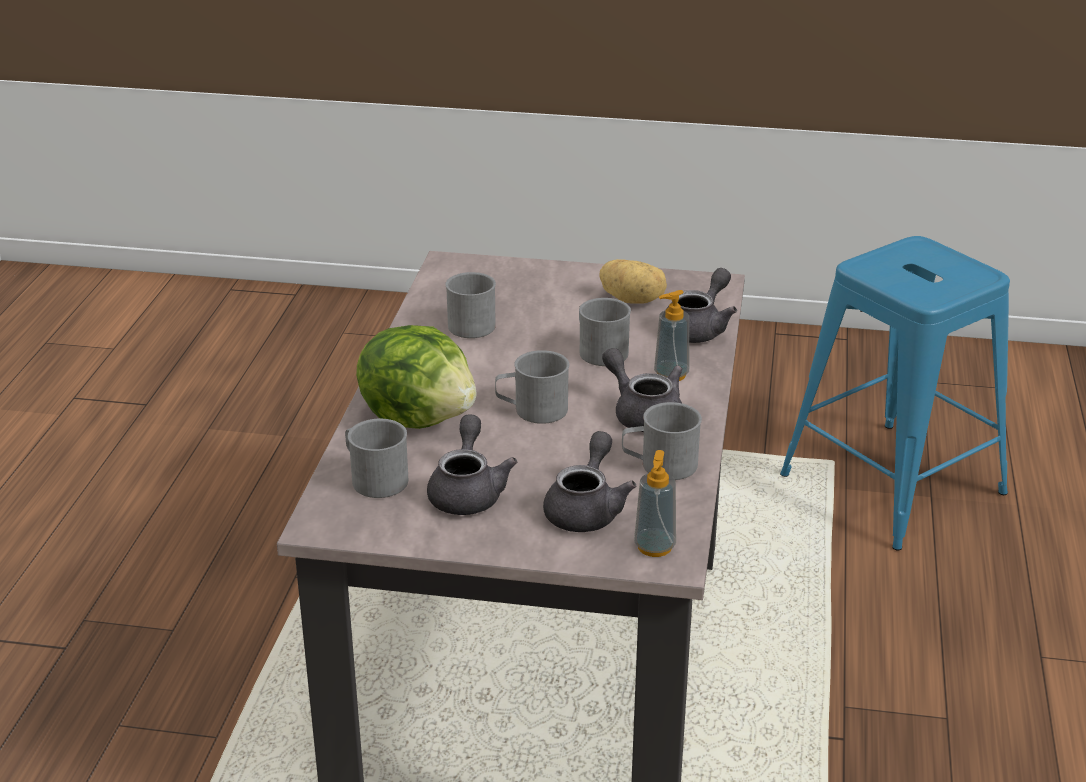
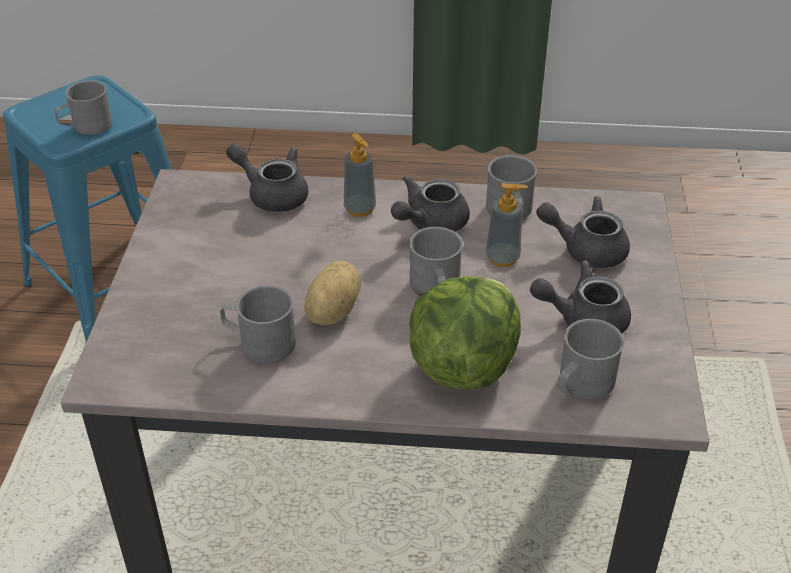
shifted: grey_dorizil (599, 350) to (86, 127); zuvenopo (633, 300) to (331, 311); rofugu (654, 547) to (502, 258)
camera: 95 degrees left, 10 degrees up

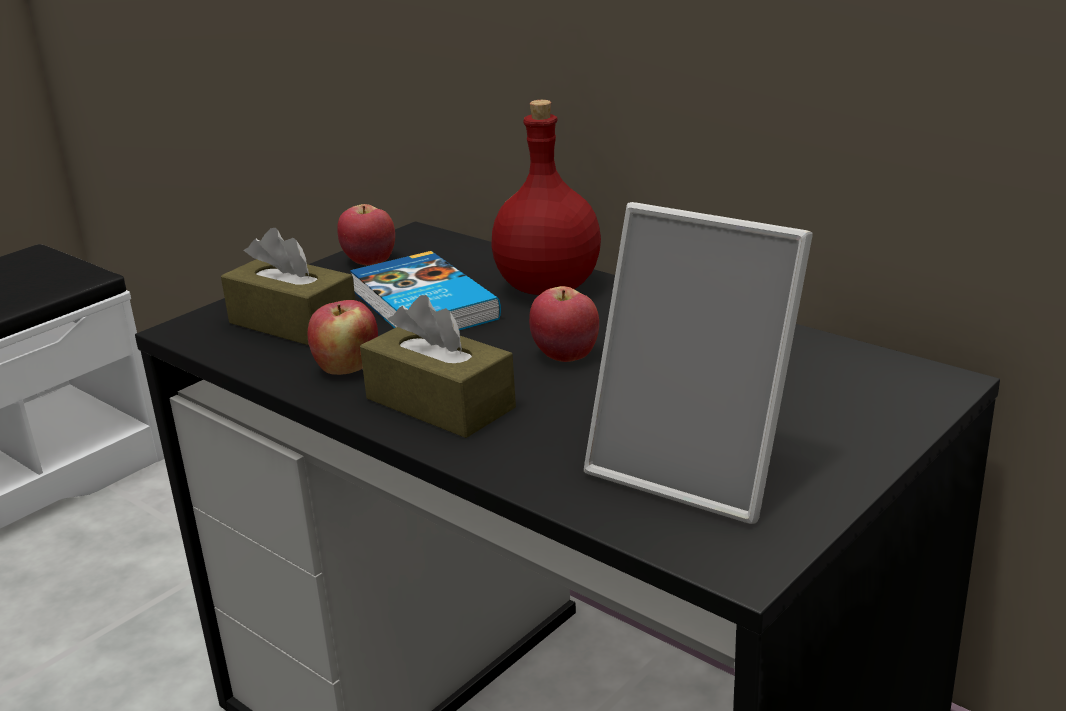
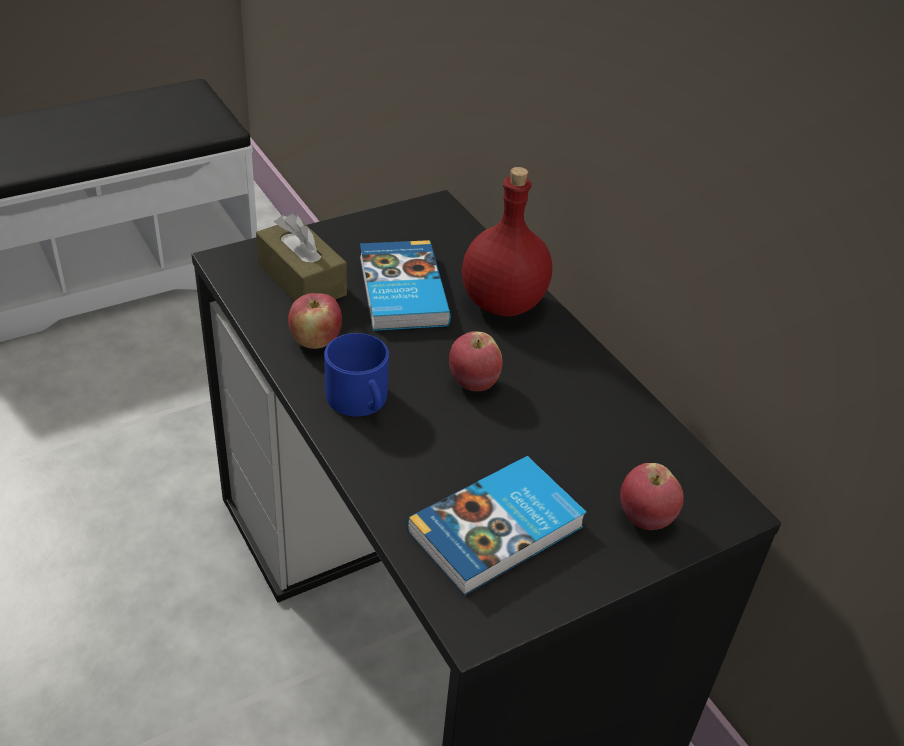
shifted: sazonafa (369, 261) to (645, 518)
swapped: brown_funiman (440, 403) to blue_dorizil (360, 400); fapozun (698, 469) to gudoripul (498, 530)
camera: 15 degrees right, 15 degrees up

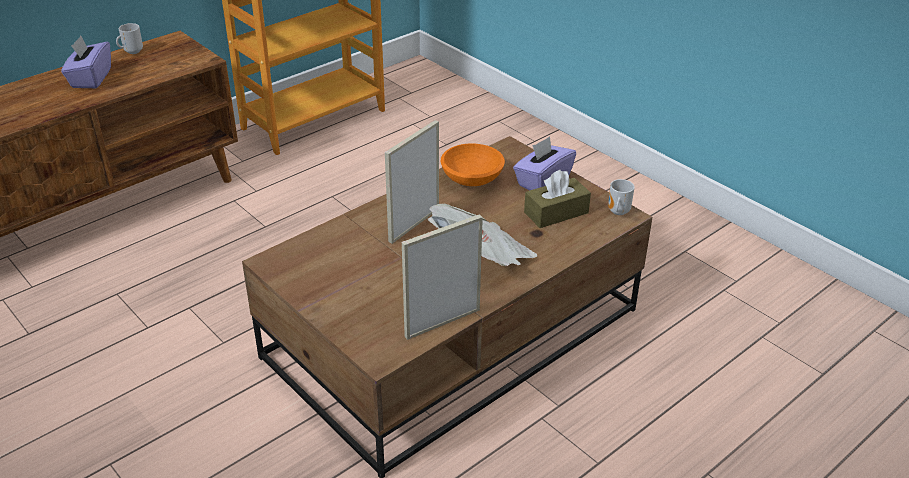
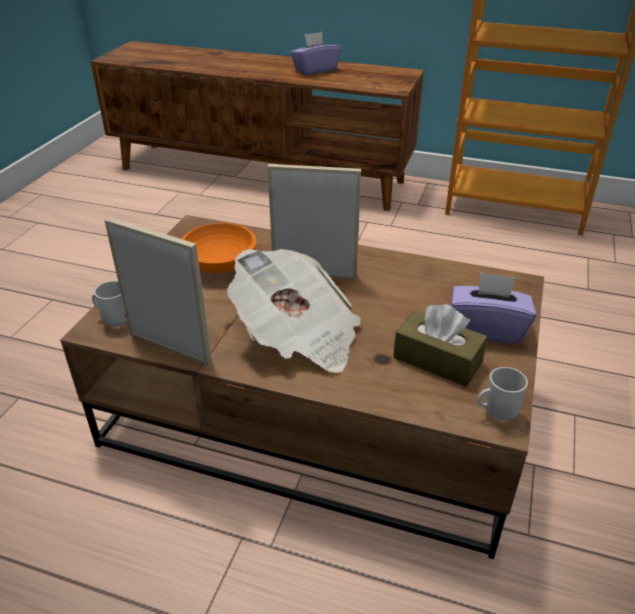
shifted: dorizil (132, 52) to (116, 320); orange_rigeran (472, 178) to (221, 264)
camera: 60 degrees right, 0 degrees up

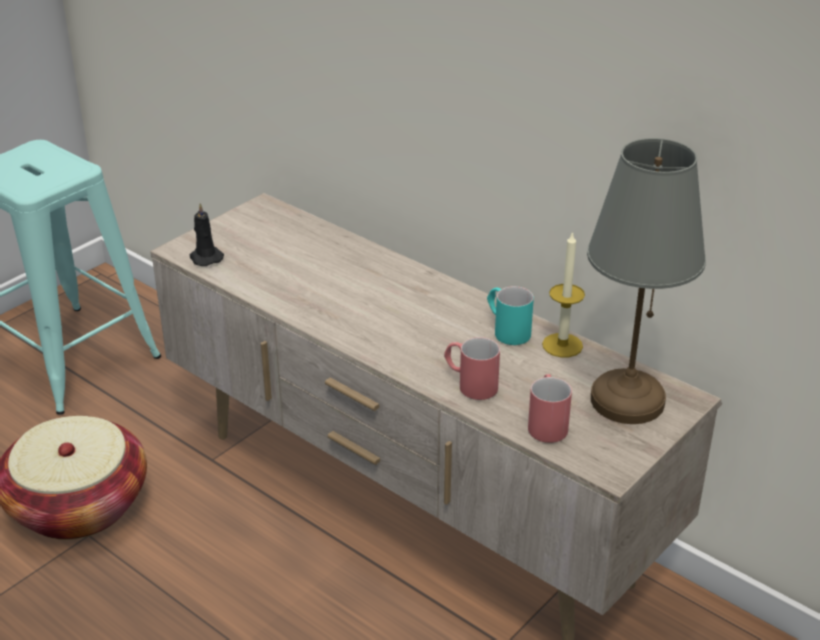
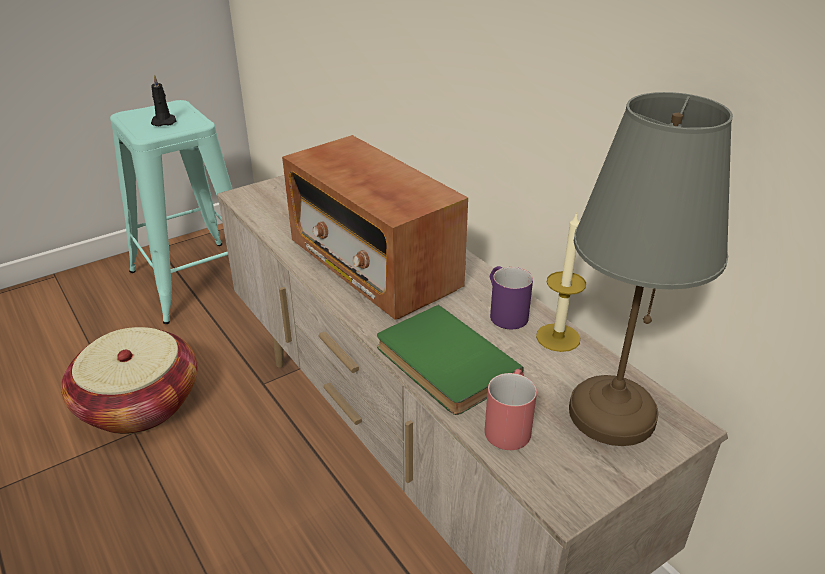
new: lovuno (373, 265)
shifted: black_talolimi (205, 257) to (164, 122)
swapped: red_dorizil (470, 384) to green_gudoripul (442, 364)
repainted: turquoise_dorizil (506, 330) to purple_dorizil (504, 312)
camera: 15 degrees right, 0 degrees up

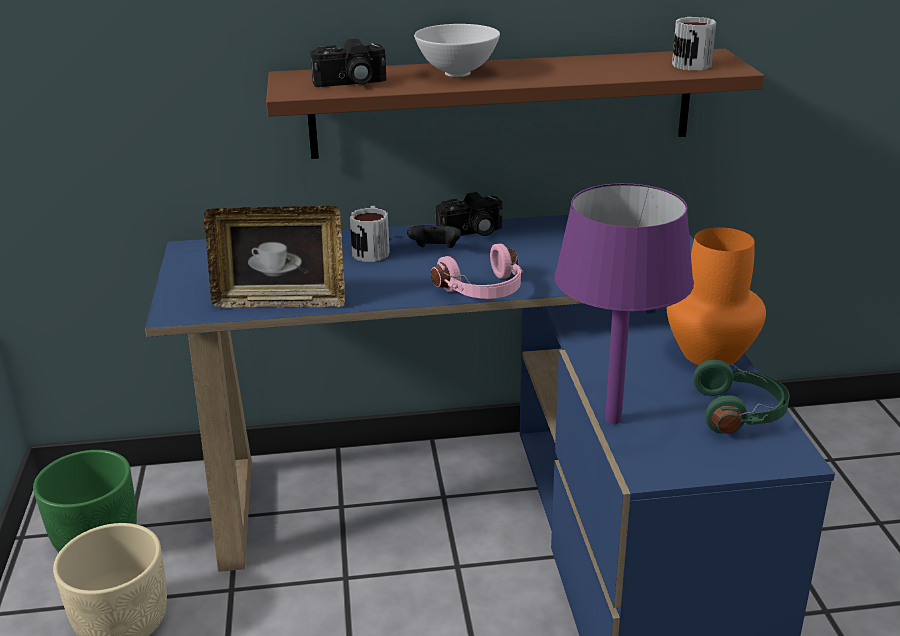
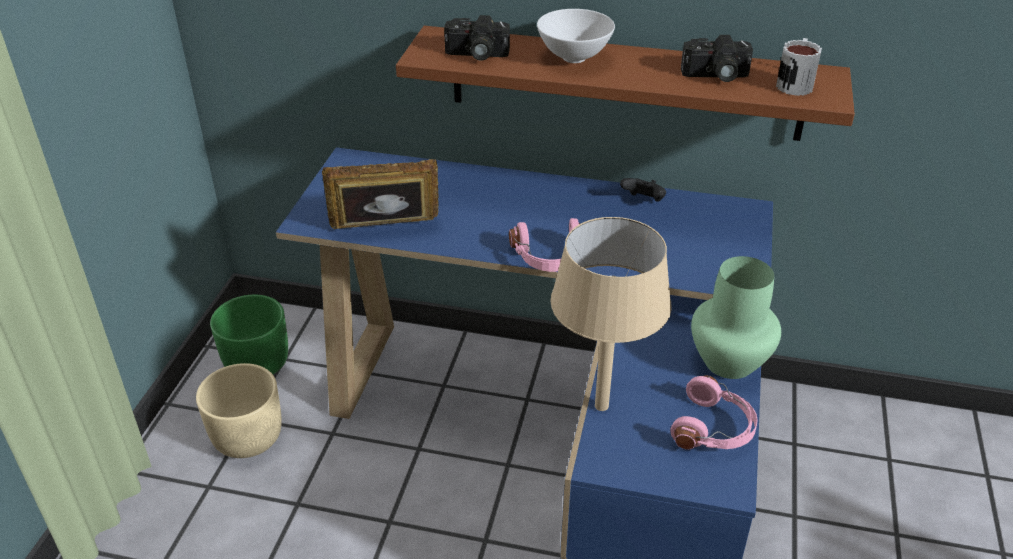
gone: dorizil (372, 250)
shifted: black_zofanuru (435, 251) to (643, 201); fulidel (471, 233) to (715, 76)
repainted: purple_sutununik (612, 419) to beige_sutununik (601, 406); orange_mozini (711, 353) to green_mozini (730, 361); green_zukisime (740, 412) to pink_zukisime (714, 429)
rotated: fapozun (280, 301) = (385, 230) 150 degrees clockwise
camera: 20 degrees right, 10 degrees up

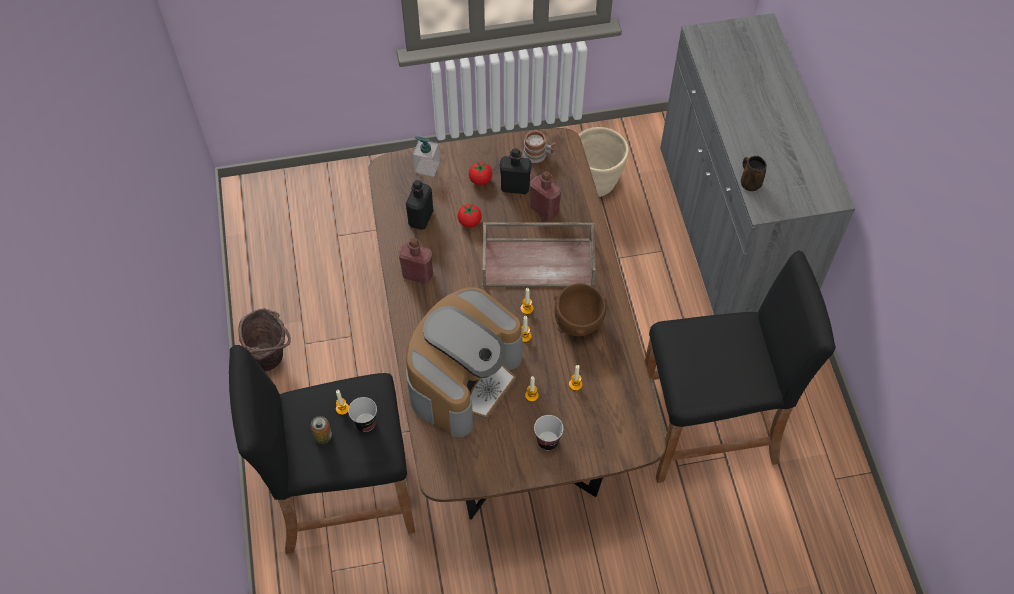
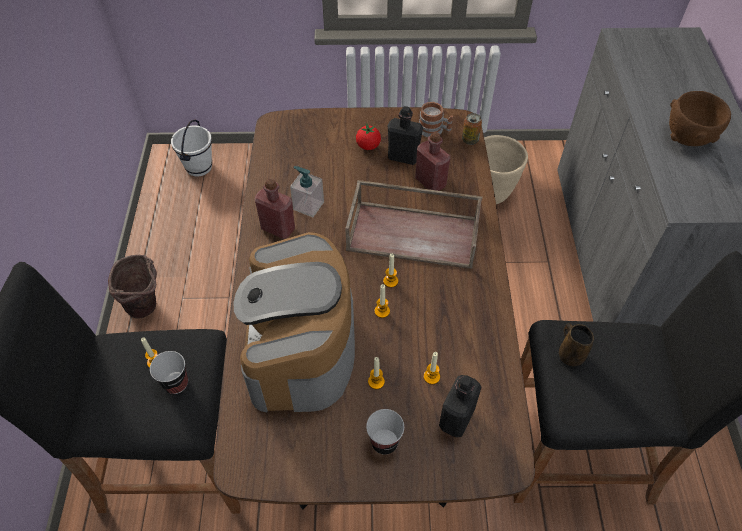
gone: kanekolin (469, 222)
new: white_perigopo (199, 167)
shifted: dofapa (323, 436) to (470, 140); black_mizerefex (421, 218) to (456, 418); rofugu (427, 167) to (308, 206); brown_rigeran (578, 322) to (688, 137); brown_dorizil (750, 182) to (570, 354)
rotated: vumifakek (464, 377) = (300, 347) 135 degrees clockwise
camera: 10 degrees right, 5 degrees down

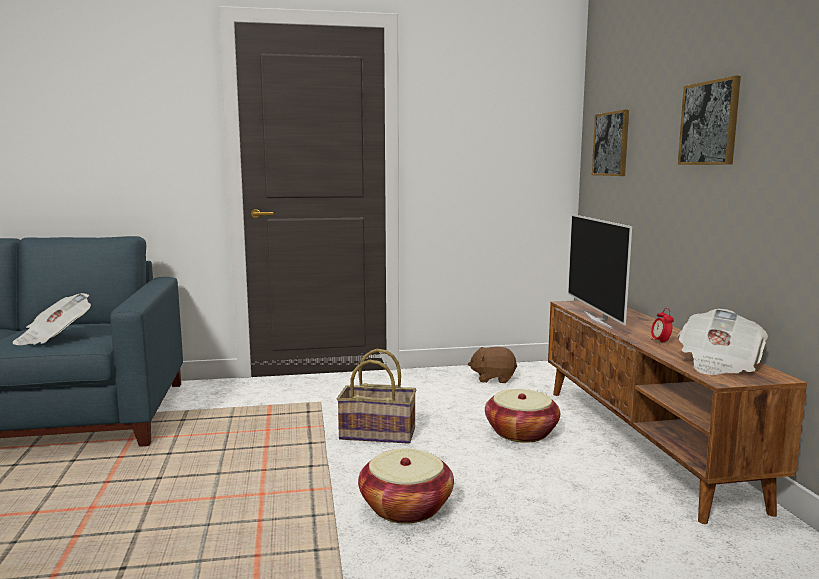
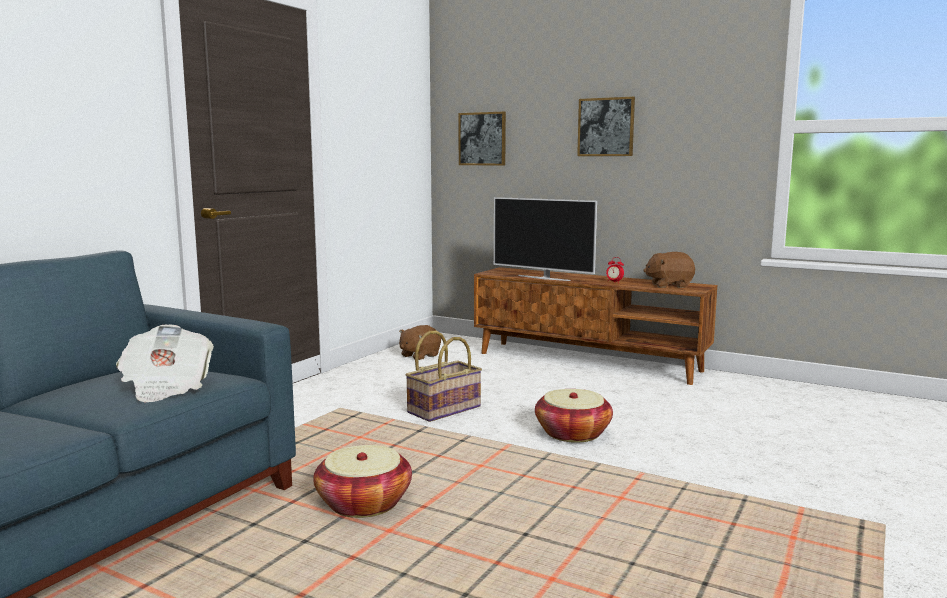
shifted: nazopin (521, 433) to (364, 503)
swapped: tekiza (718, 364) to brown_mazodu (669, 285)
camera: 50 degrees left, 0 degrees up

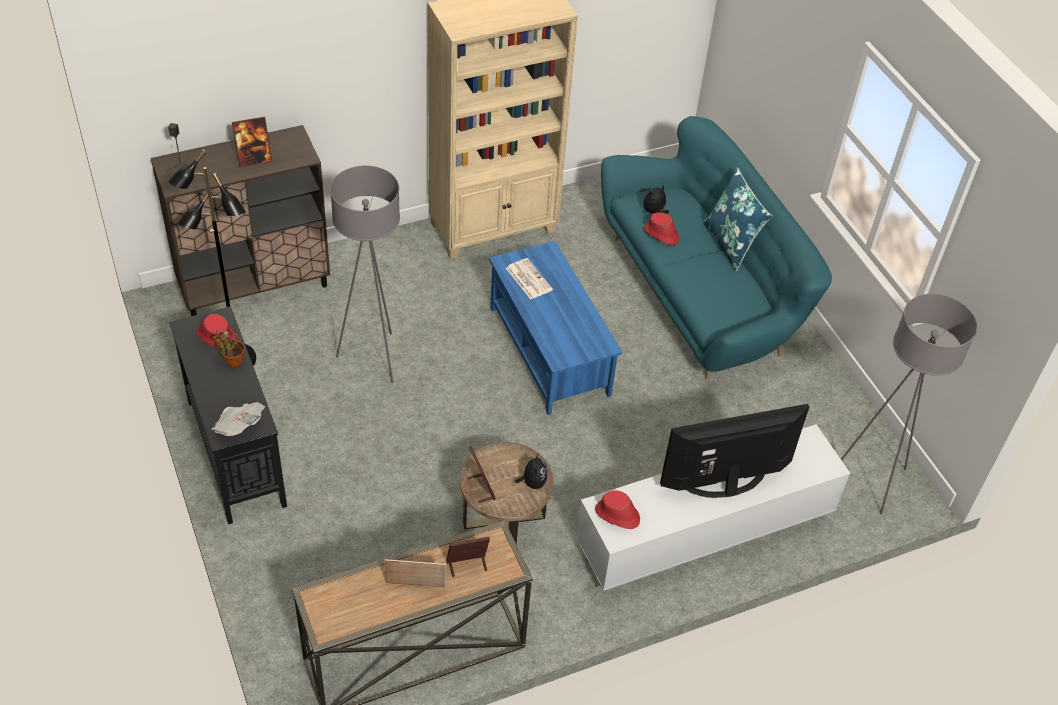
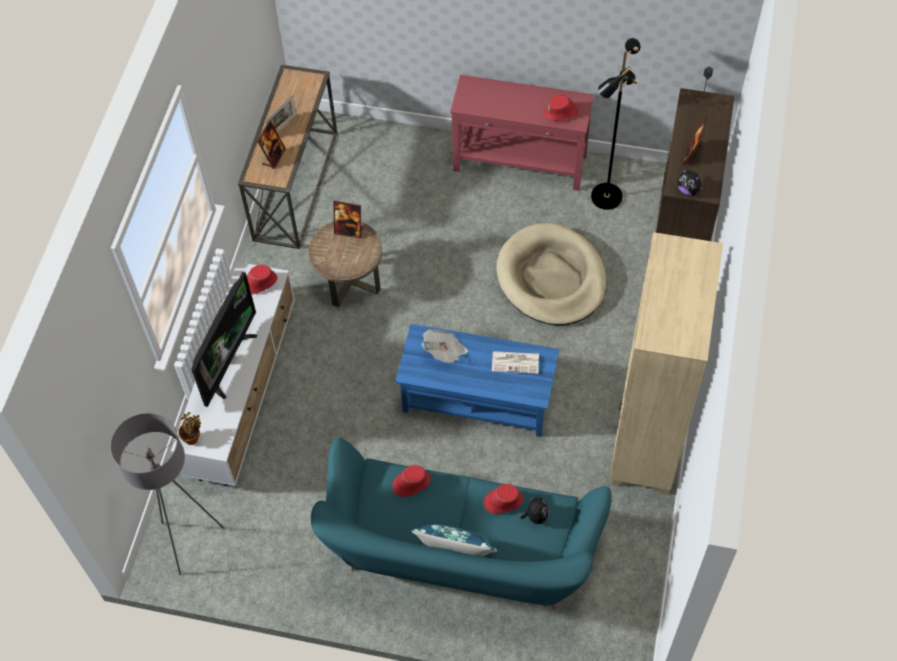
new: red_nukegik (411, 483)
shifted: tekiza (239, 426) to (445, 352); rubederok (232, 361) to (192, 438); mazodu (533, 482) to (688, 190)
swapped: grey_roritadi (373, 358) to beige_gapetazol (551, 278)
repainted: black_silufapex (236, 450) to red_silufapex (520, 163)
camera: 130 degrees right, 10 degrees up

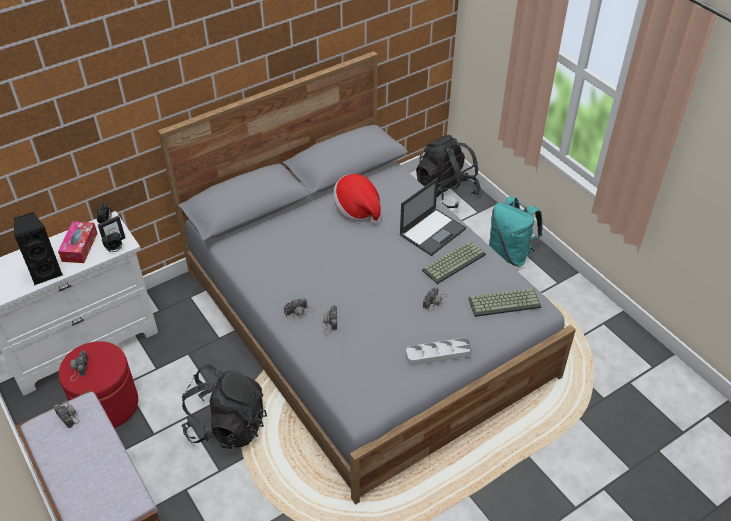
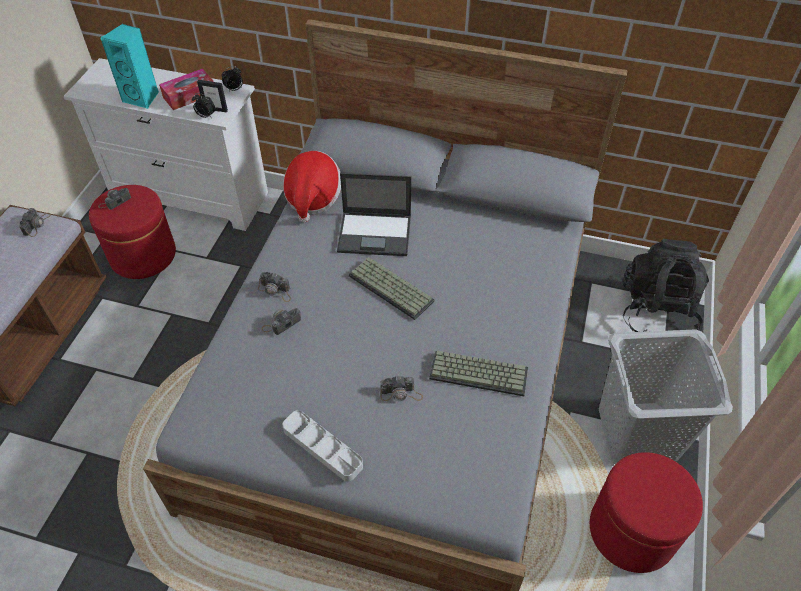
gone: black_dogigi (227, 425)
new: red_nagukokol (631, 531)
shifted: nukegik (357, 209) to (313, 198); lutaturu (433, 231) to (375, 234); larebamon (505, 302) to (392, 288)
swapped: turquoise_dogigi (510, 254) to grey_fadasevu (638, 433)
repainted: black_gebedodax (46, 272) to turquoise_gebedodax (142, 98)
camera: 50 degrees right, 5 degrees up

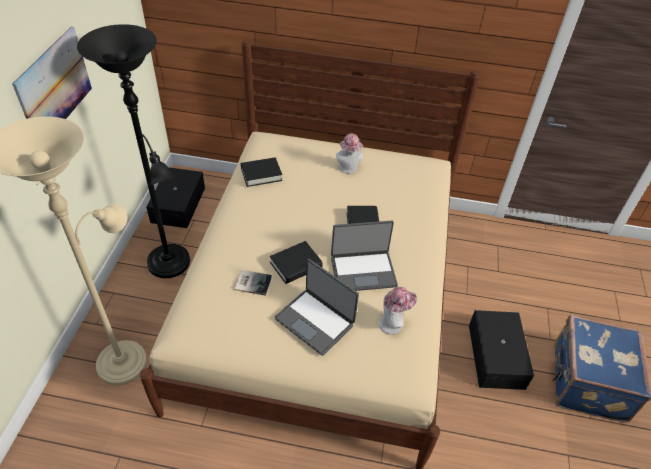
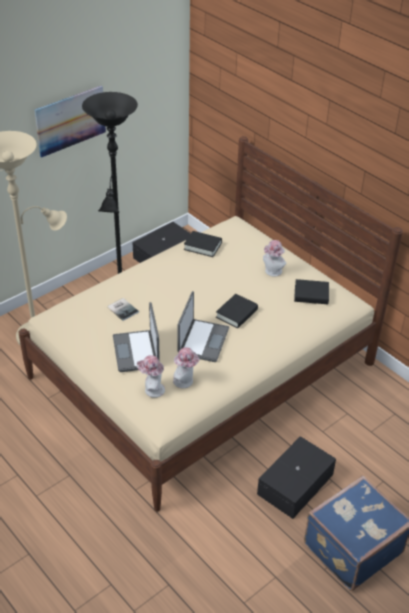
new: nukegik (152, 390)
shifted: black_gudoripul (296, 265) to (311, 295)
rotated: lutaturu (363, 271) = (202, 341) 105 degrees counterclockwise
camera: 40 degrees right, 5 degrees down

